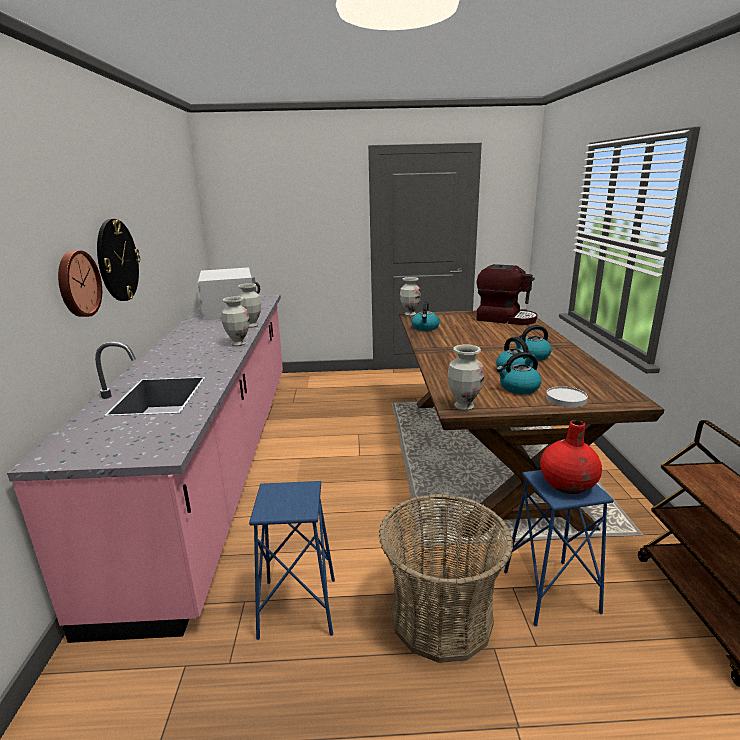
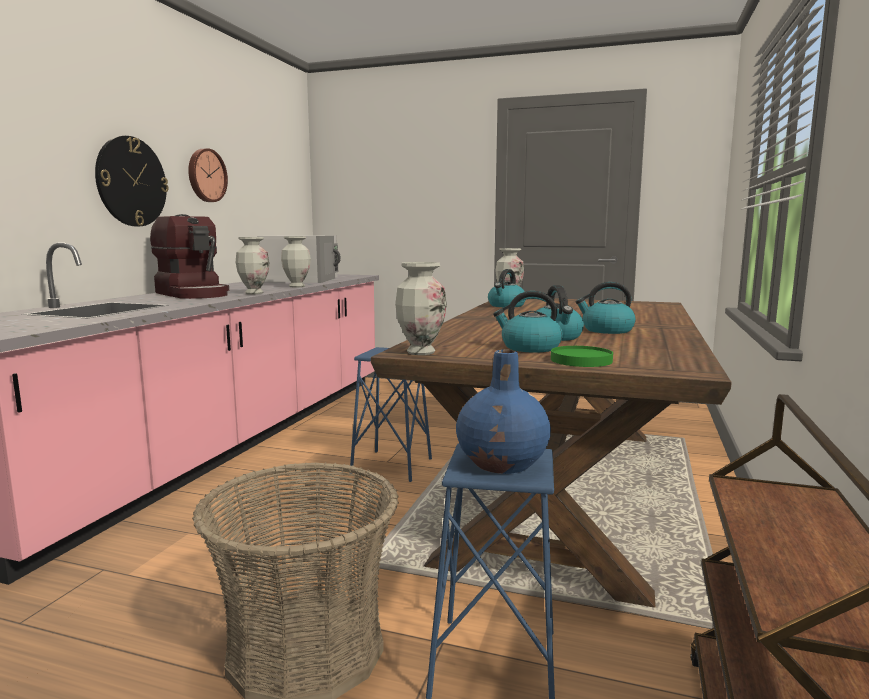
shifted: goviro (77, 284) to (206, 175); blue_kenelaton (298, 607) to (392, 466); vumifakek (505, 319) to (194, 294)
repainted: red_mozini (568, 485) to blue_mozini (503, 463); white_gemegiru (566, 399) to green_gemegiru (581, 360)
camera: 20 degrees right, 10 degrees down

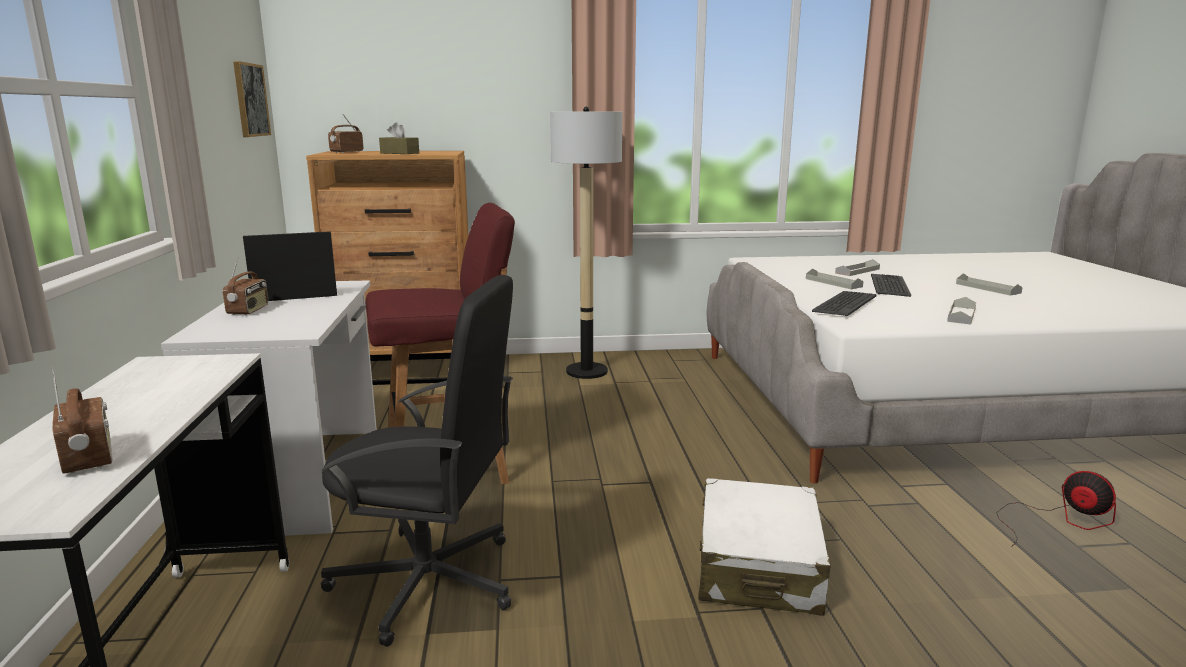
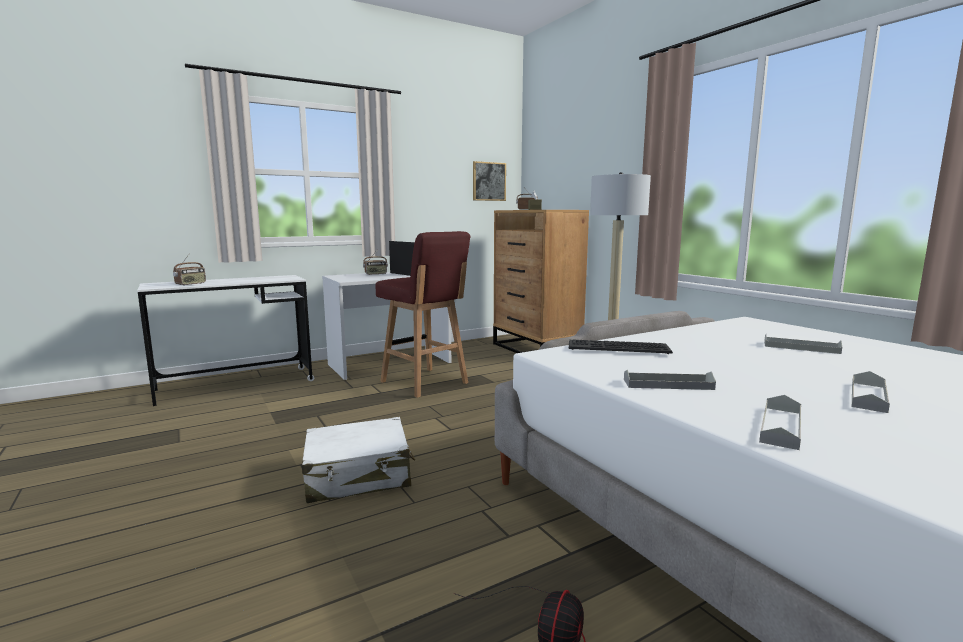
gone: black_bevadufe (429, 582); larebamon (890, 286)
shifted: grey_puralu (833, 283) to (780, 426)
camera: 65 degrees right, 5 degrees down

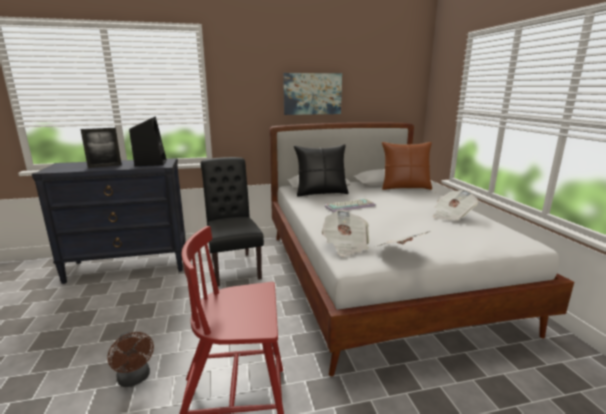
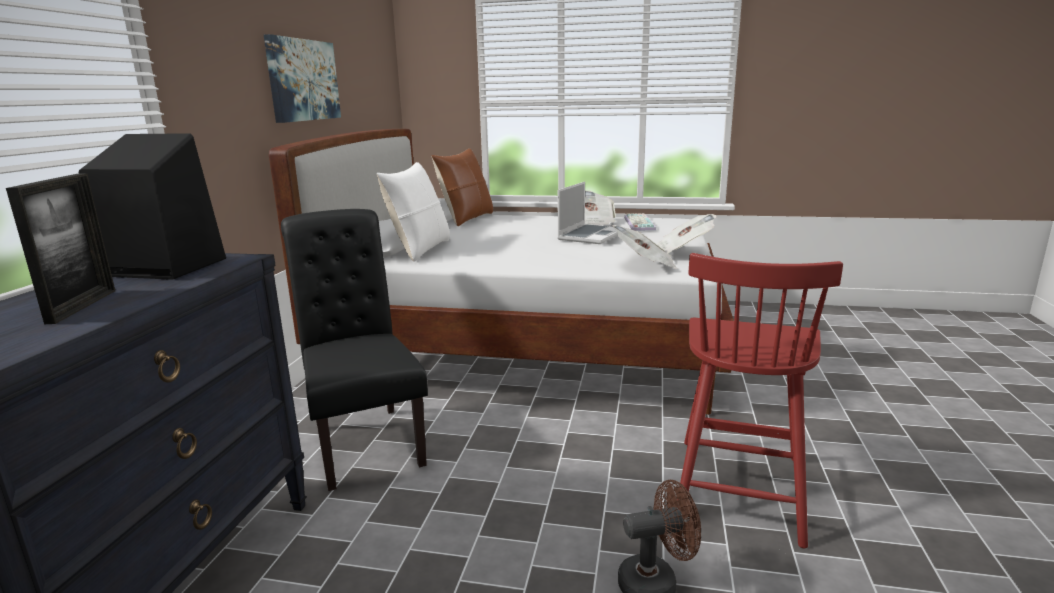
new: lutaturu (590, 235)
shifted: larebamon (350, 206) to (638, 223)
repainted: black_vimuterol (321, 193) to white_vimuterol (420, 250)
rotated: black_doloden (233, 266) = (364, 440) 60 degrees clockwise
camera: 65 degrees left, 0 degrees up

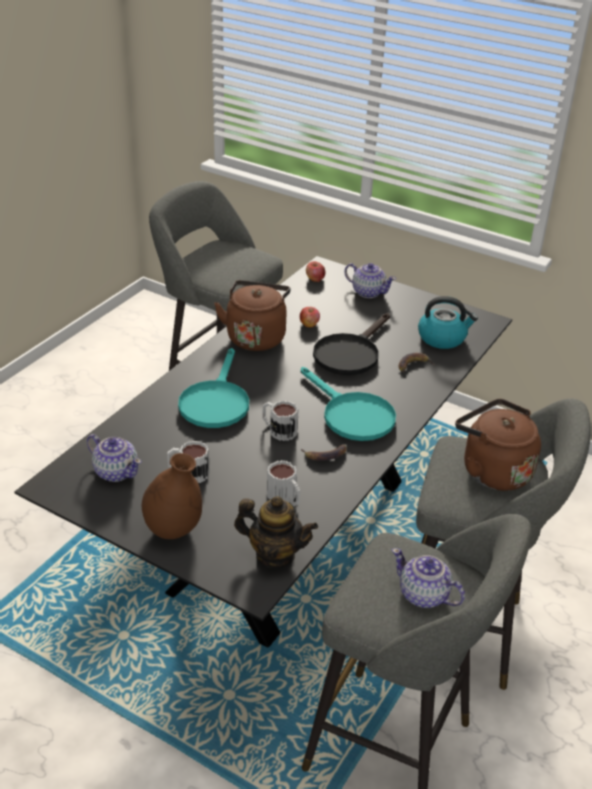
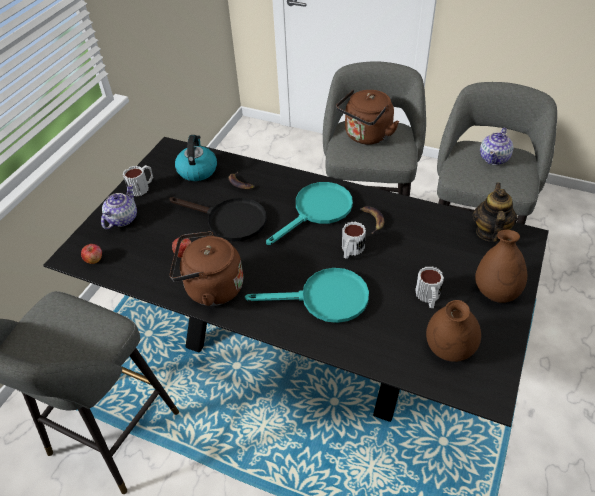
shifted: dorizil (285, 498) to (142, 187)
swapped: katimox (116, 471) to brown_mozini (448, 349)
camera: 95 degrees left, 10 degrees up

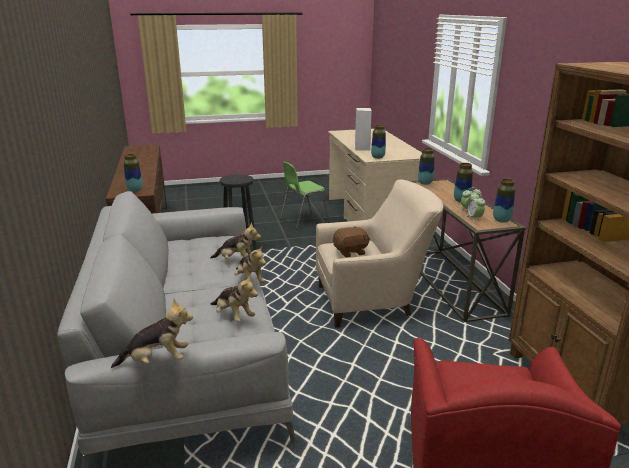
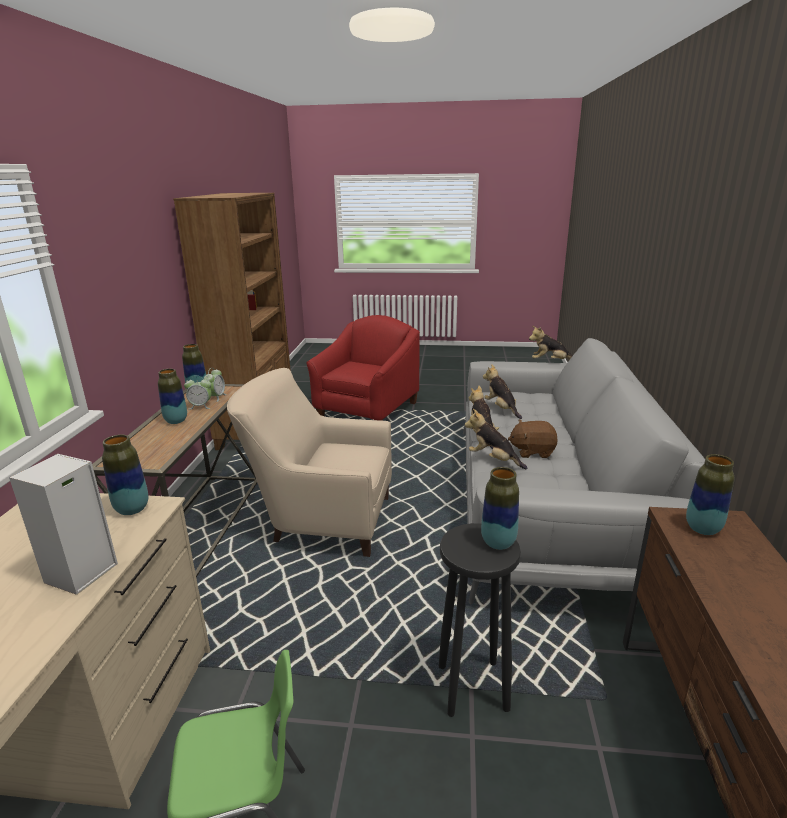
shifted: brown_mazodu (350, 252) to (532, 451); mozini (425, 183) to (498, 543)
camera: 160 degrees left, 0 degrees up

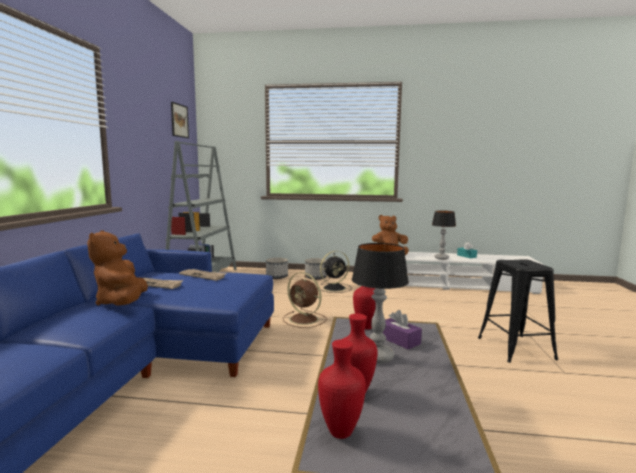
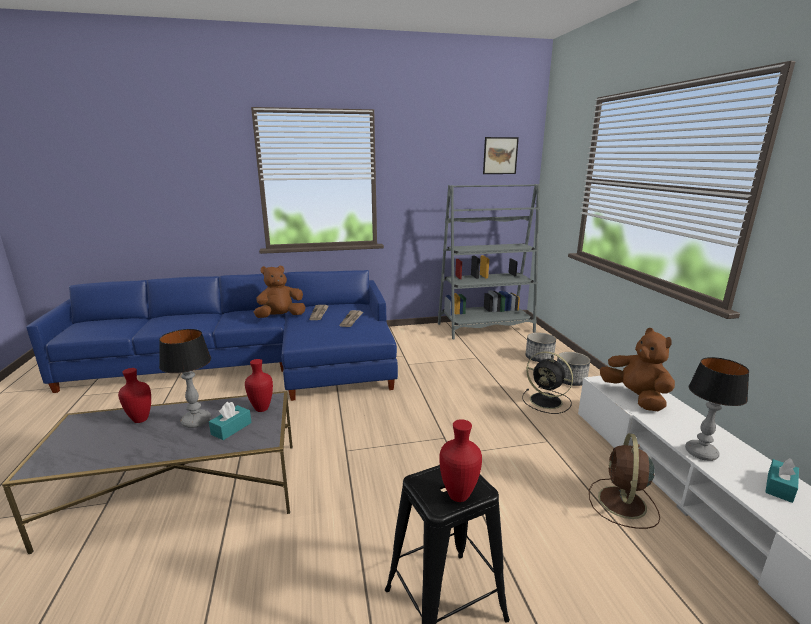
shifted: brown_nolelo (305, 319) to (622, 503); red_mozini (340, 433) to (457, 496)
repainted: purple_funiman (399, 340) to turquoise_funiman (231, 428)
camera: 70 degrees right, 10 degrees up

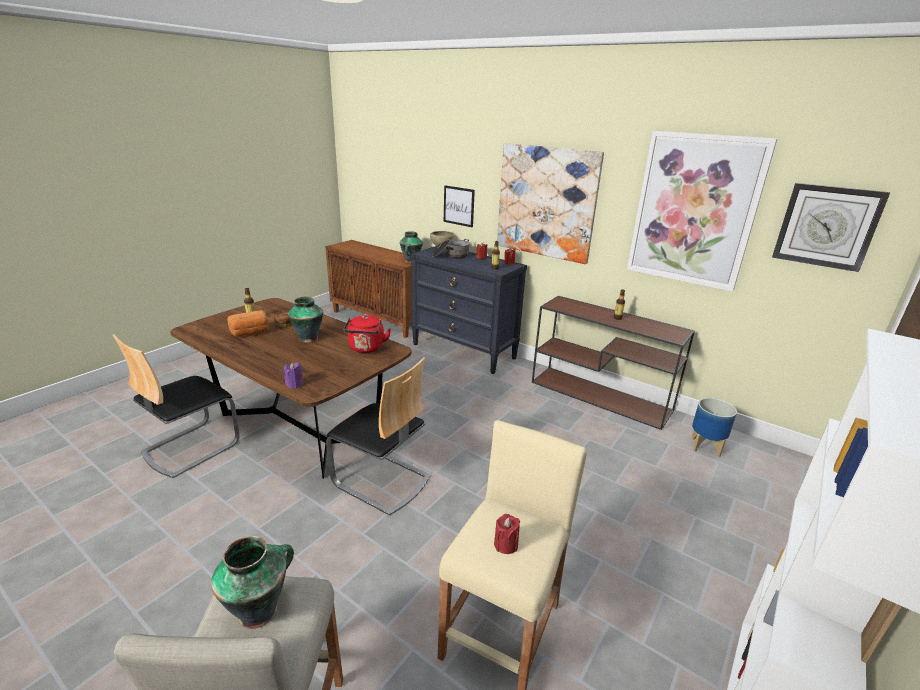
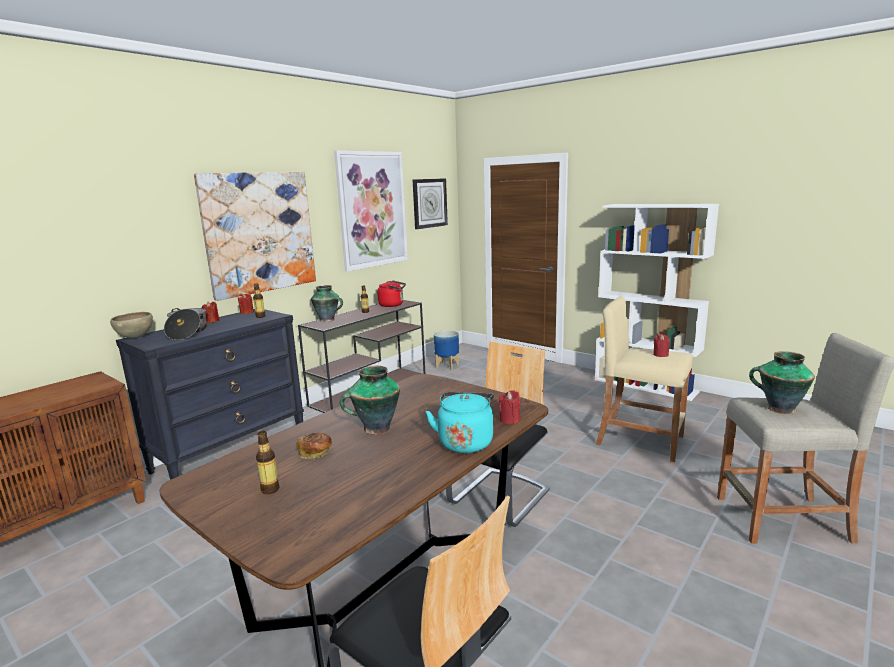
gone: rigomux (250, 332); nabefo (458, 206)
new: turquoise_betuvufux (465, 442)
shifted: red_betuvufux (366, 349) to (393, 305); mozini (411, 261) to (328, 320)
repainted: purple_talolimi (294, 384) to red_talolimi (509, 419)
camera: 85 degrees left, 10 degrees down

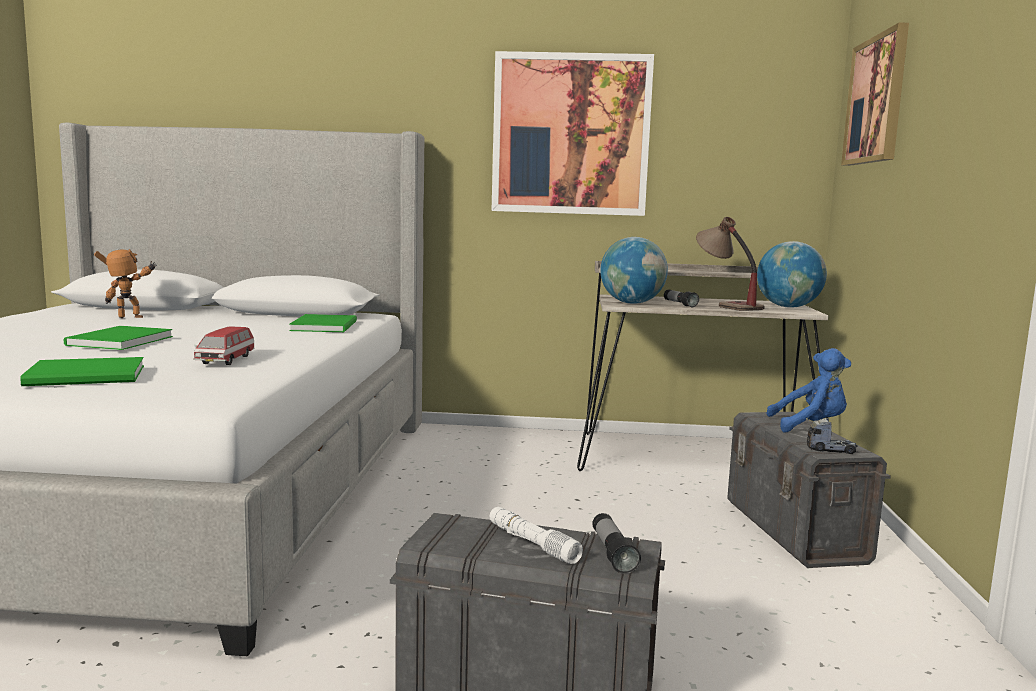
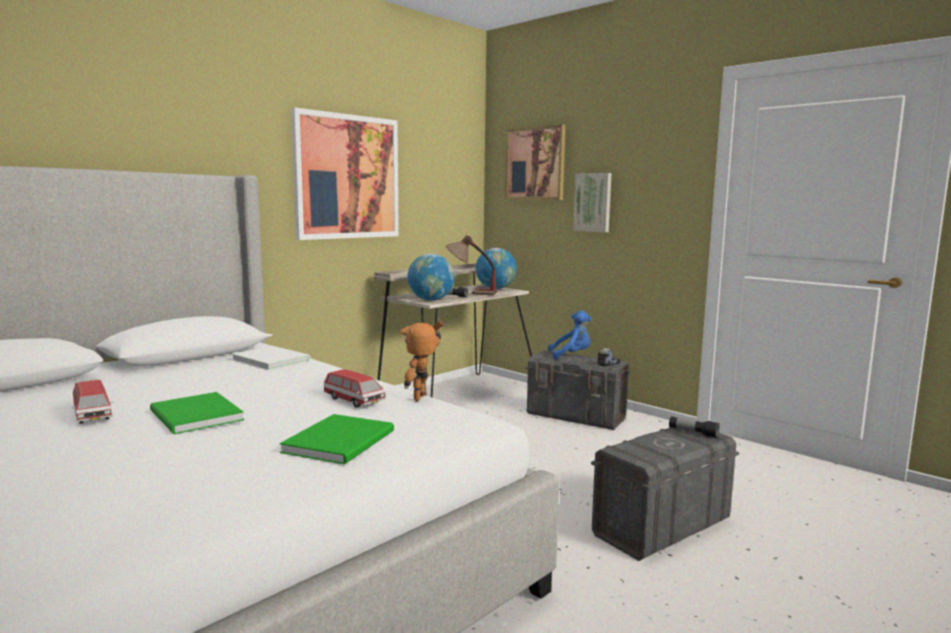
gone: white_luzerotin (532, 543)
new: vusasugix (92, 415); nabefo (593, 202)
shifted: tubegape (130, 318) to (424, 398)
repainted: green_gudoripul (326, 326) to white_gudoripul (271, 359)
rotated: blue_mazodu (810, 426) = (571, 355) 45 degrees clockwise
camera: 50 degrees left, 0 degrees up

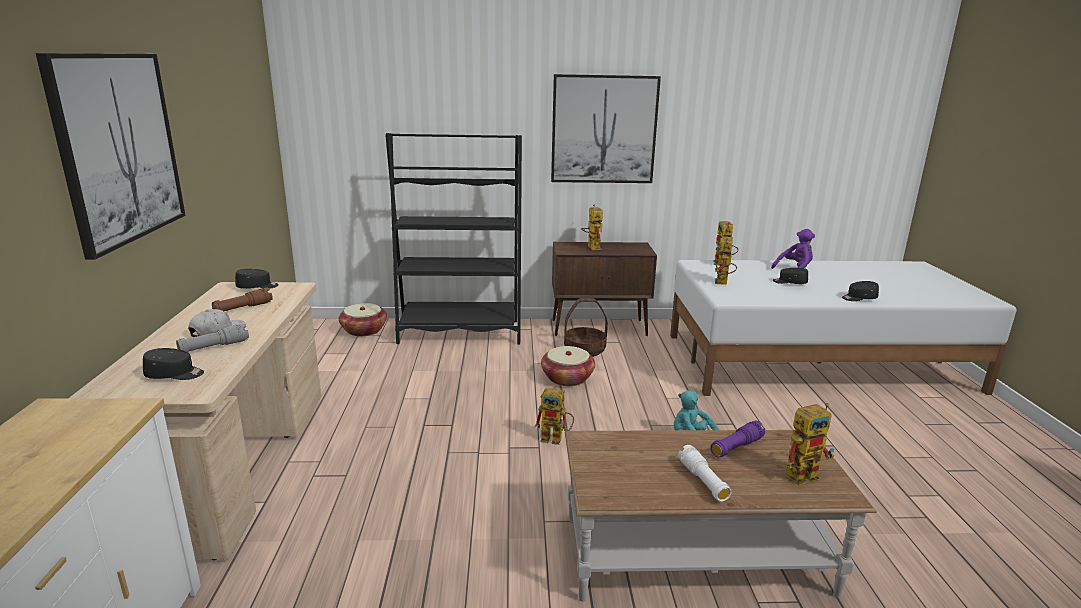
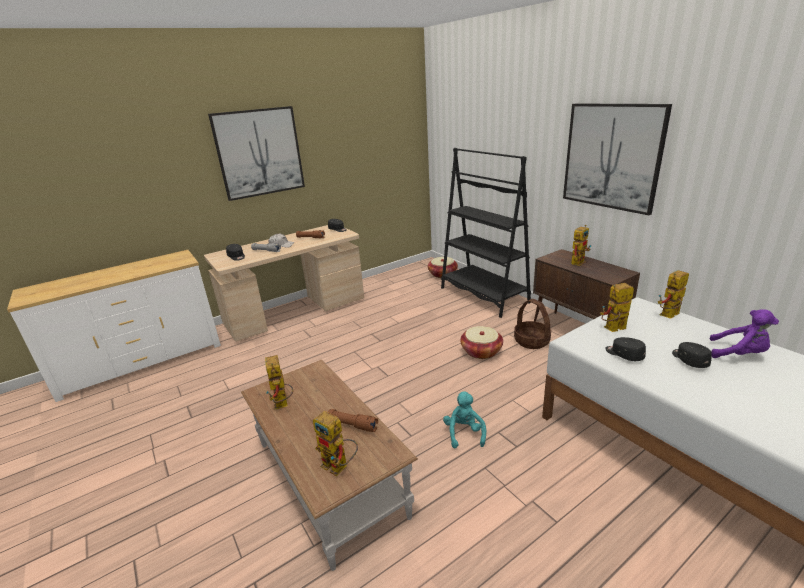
gone: white_luzerotin (703, 481)
shifted: tubegape (556, 439) to (283, 404); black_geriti (858, 298) to (624, 354)
repainted: purple_luzerotin (736, 447) to brown_luzerotin (352, 425)
camera: 60 degrees right, 5 degrees up

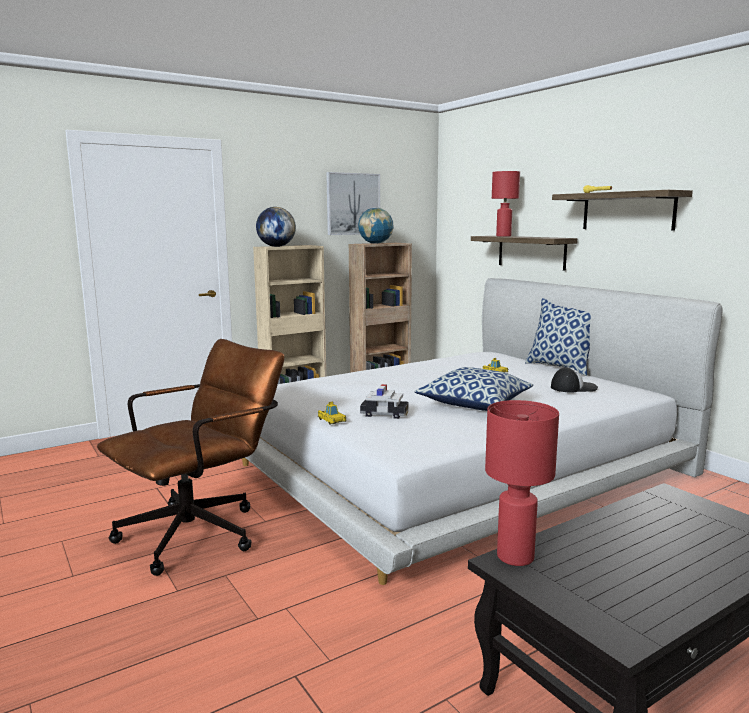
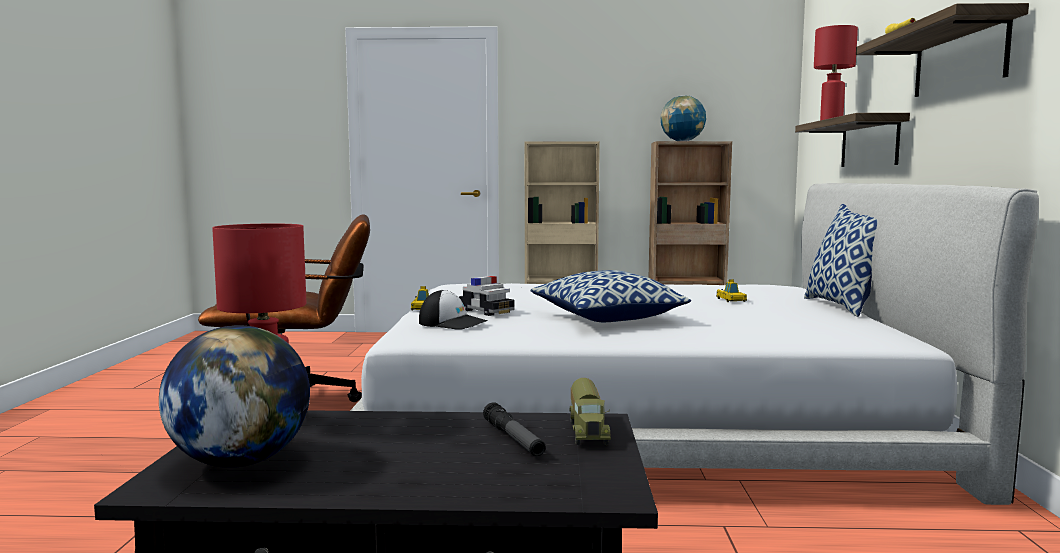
gone: nabefo (353, 204)
new: luzerotin (513, 439); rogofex (589, 431)
shifted: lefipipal (276, 246) to (240, 462); geriti (573, 387) to (453, 323)
camera: 35 degrees right, 5 degrees down

